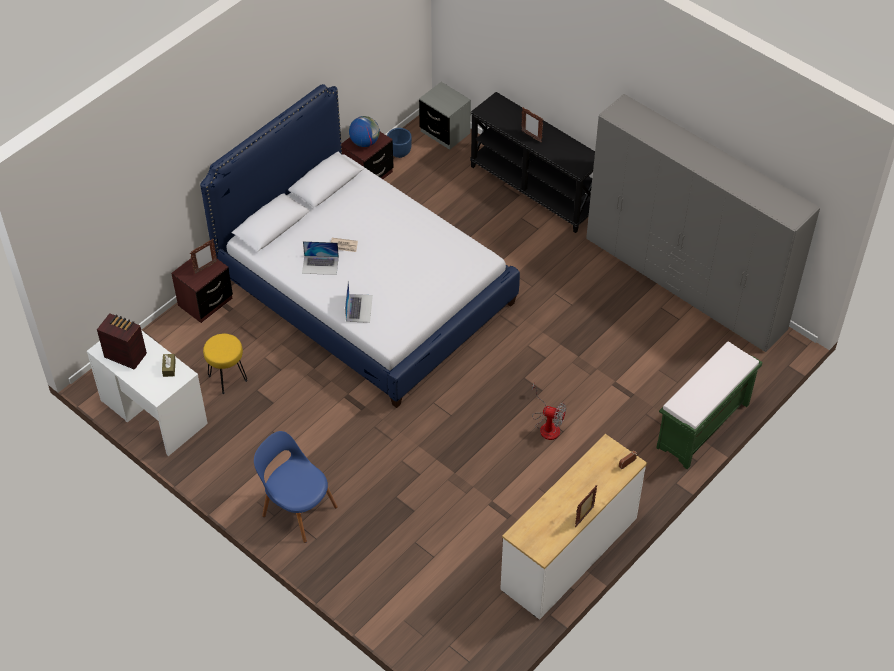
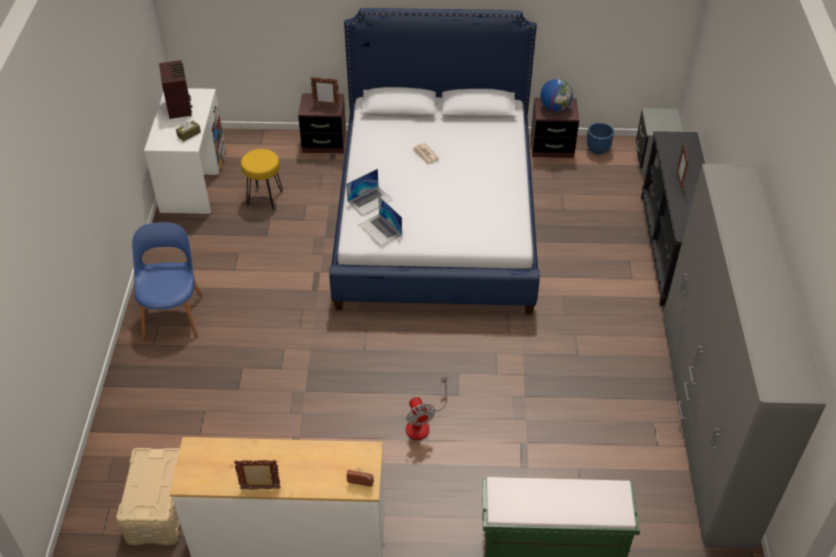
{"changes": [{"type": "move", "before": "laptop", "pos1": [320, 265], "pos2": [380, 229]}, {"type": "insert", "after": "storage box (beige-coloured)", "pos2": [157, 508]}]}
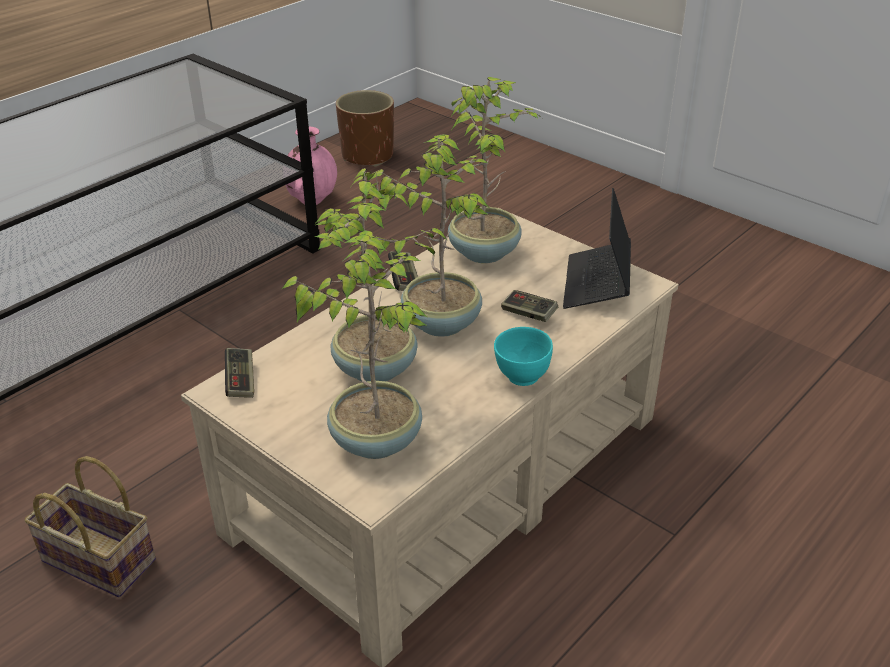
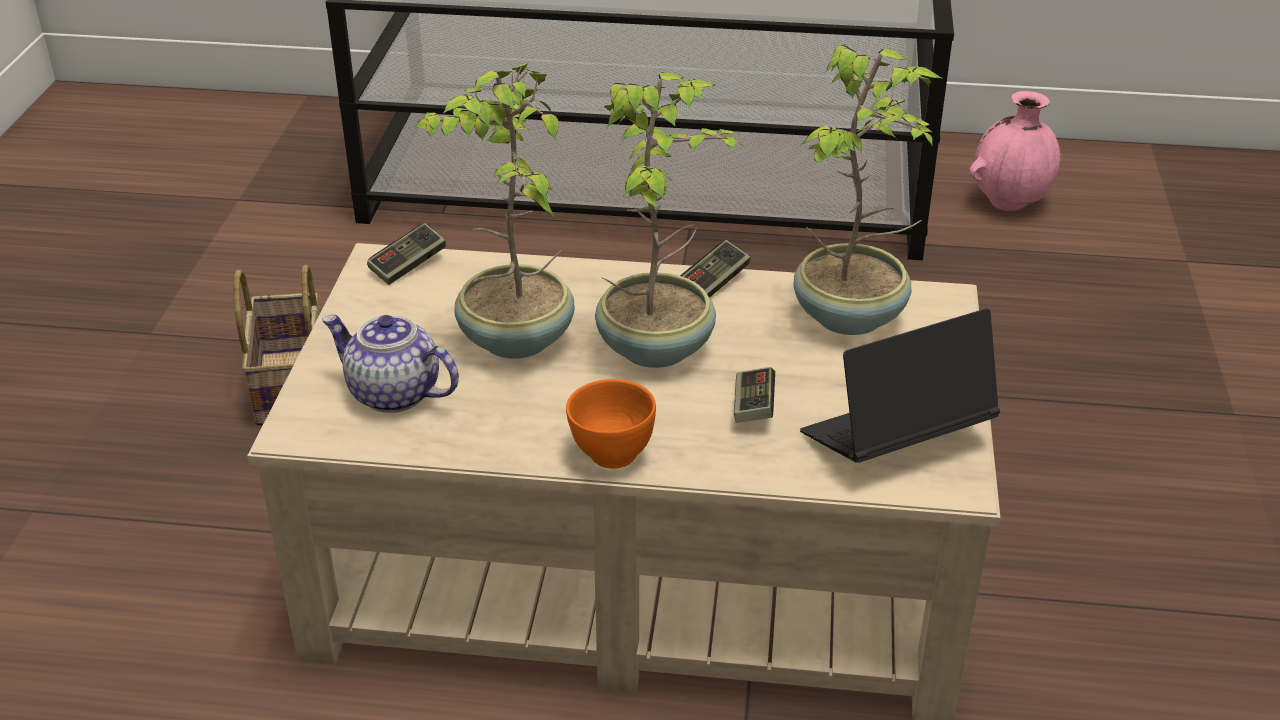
{"changes": [{"type": "replace", "before": "plant in a pot", "after": "teapot", "pos1": [375, 439], "pos2": [392, 393]}, {"type": "delete", "before": "plant pot (brown-coloured)", "pos1": [367, 156]}, {"type": "recolor", "before": "bowl (turquoise-coloured)", "after": "bowl (orange-coloured)", "pos1": [521, 377], "pos2": [611, 454]}]}
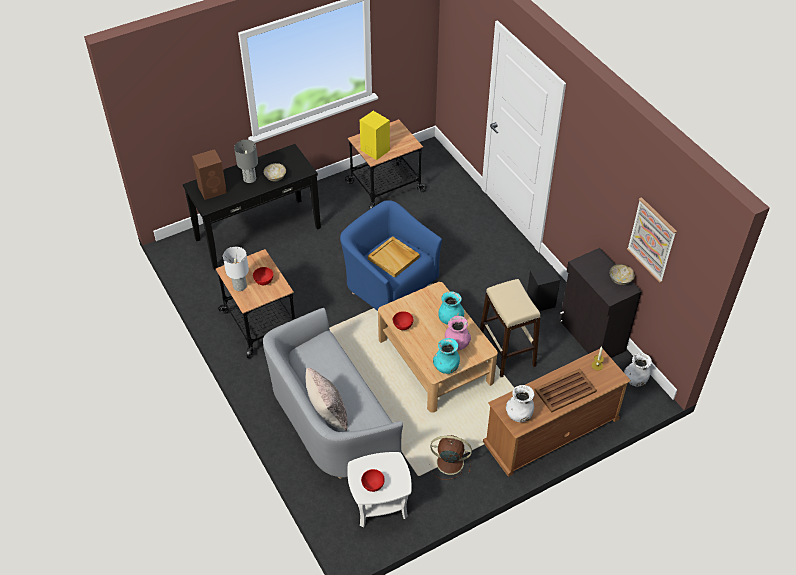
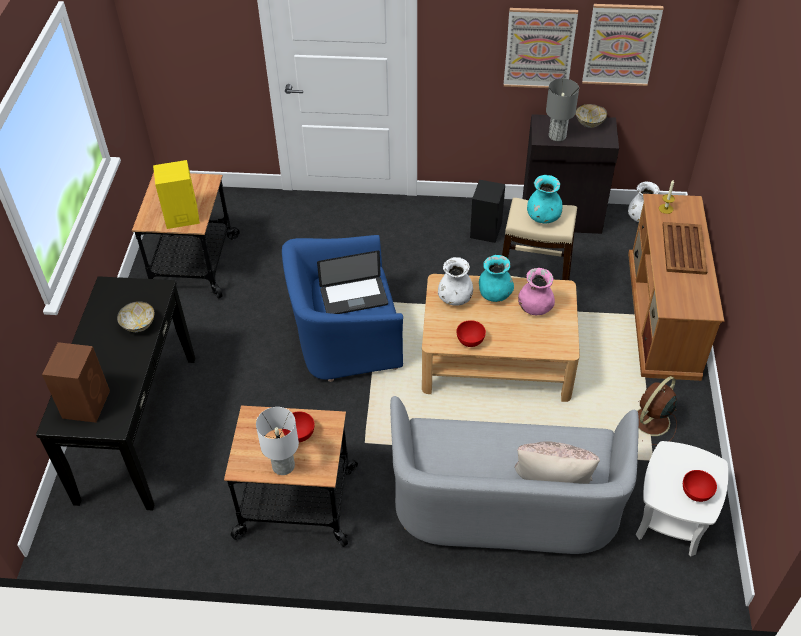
{"changes": [{"type": "move", "before": "table lamp (gray)", "pos1": [250, 178], "pos2": [557, 135]}, {"type": "replace", "before": "serving tray (beige-coloured)", "after": "laptop", "pos1": [394, 258], "pos2": [354, 297]}, {"type": "move", "before": "decorative vase (turquoise-coloured)", "pos1": [446, 367], "pos2": [543, 217]}, {"type": "move", "before": "decorative vase (white)", "pos1": [519, 414], "pos2": [455, 298]}, {"type": "insert", "after": "wall art", "pos2": [539, 48]}]}
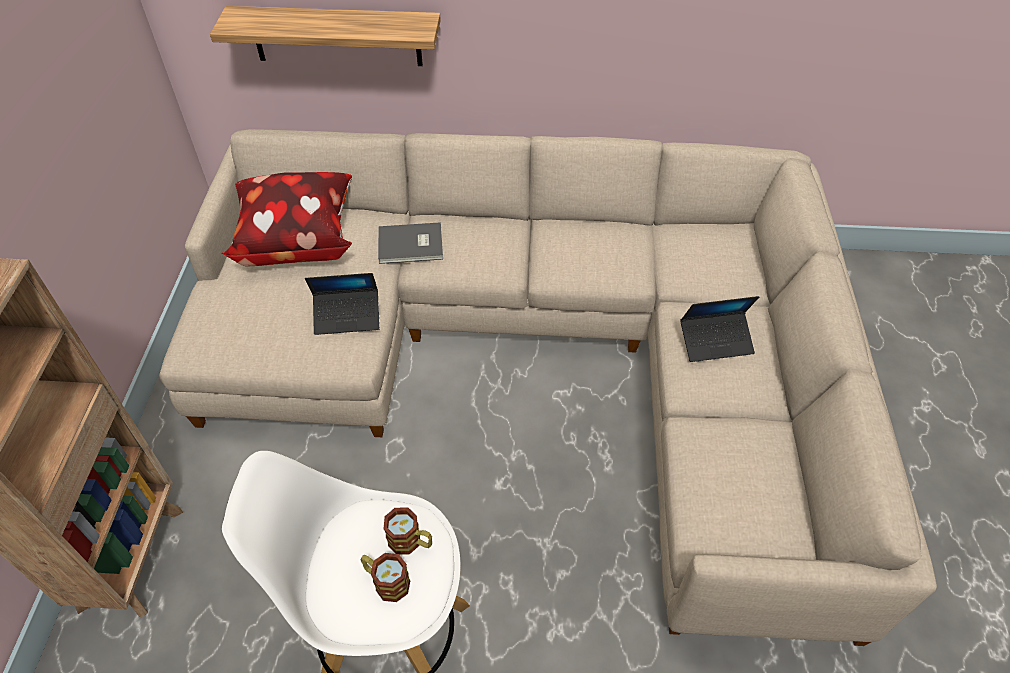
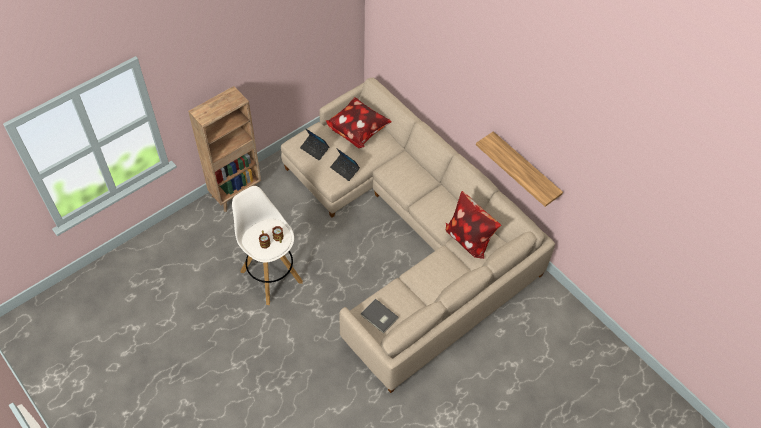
{"changes": [{"type": "move", "before": "wall shelf", "pos1": [336, 36], "pos2": [525, 169]}, {"type": "move", "before": "book (gray)", "pos1": [411, 246], "pos2": [379, 317]}, {"type": "move", "before": "laptop", "pos1": [715, 341], "pos2": [314, 149]}, {"type": "insert", "after": "pillow", "pos2": [468, 238]}]}
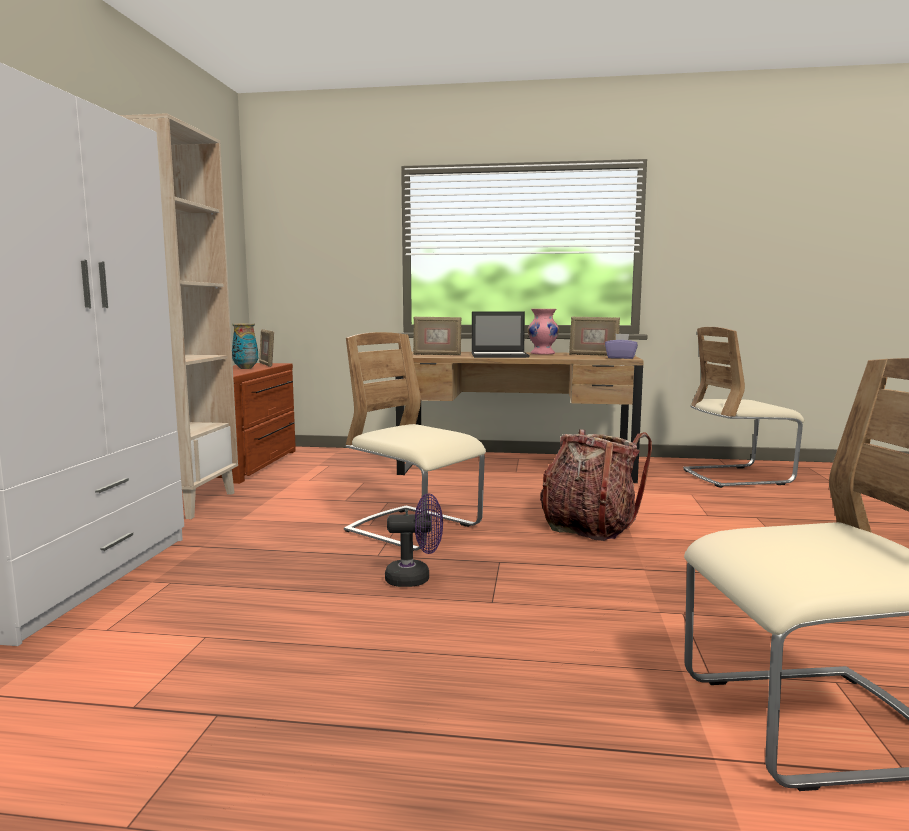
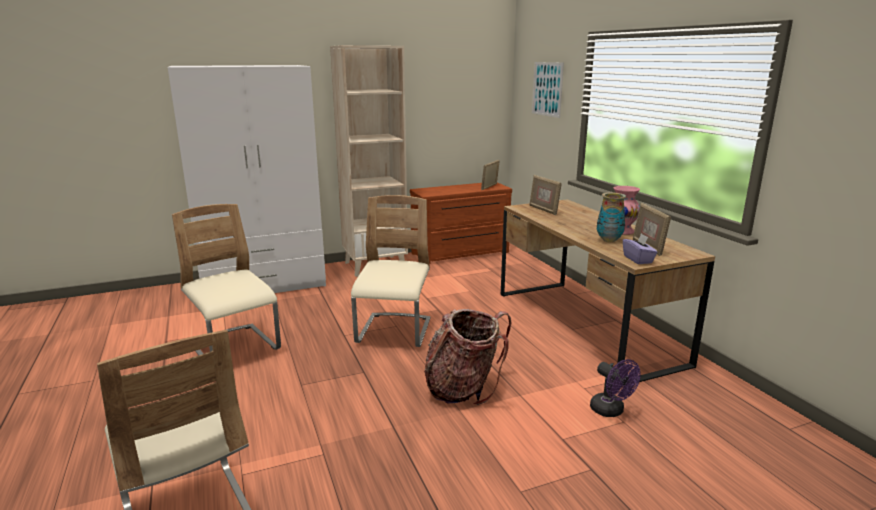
{"changes": [{"type": "move", "before": "decorative vase", "pos1": [245, 368], "pos2": [608, 240]}, {"type": "move", "before": "fan (purple)", "pos1": [415, 578], "pos2": [611, 411]}, {"type": "delete", "before": "laptop", "pos1": [500, 355]}, {"type": "move", "before": "plain chair (beige-coloured)", "pos1": [737, 476], "pos2": [235, 348]}, {"type": "insert", "after": "wall art", "pos2": [547, 89]}]}
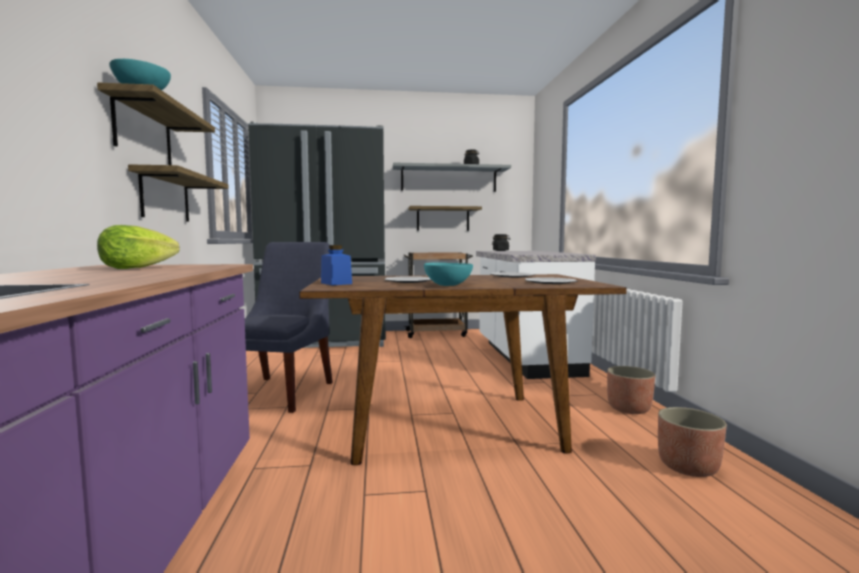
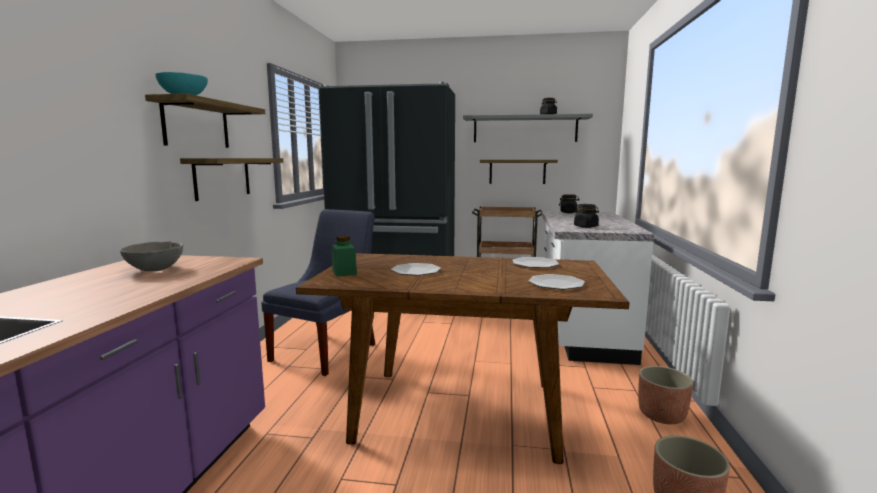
{"changes": [{"type": "replace", "before": "lettuce head", "after": "bowl (gray)", "pos1": [136, 268], "pos2": [155, 269]}, {"type": "recolor", "before": "preserve jar (blue-coloured)", "after": "preserve jar (green-coloured)", "pos1": [336, 283], "pos2": [344, 272]}, {"type": "delete", "before": "bowl (turquoise-coloured)", "pos1": [448, 285]}, {"type": "insert", "after": "preserve jar (blackish)", "pos2": [586, 226]}]}
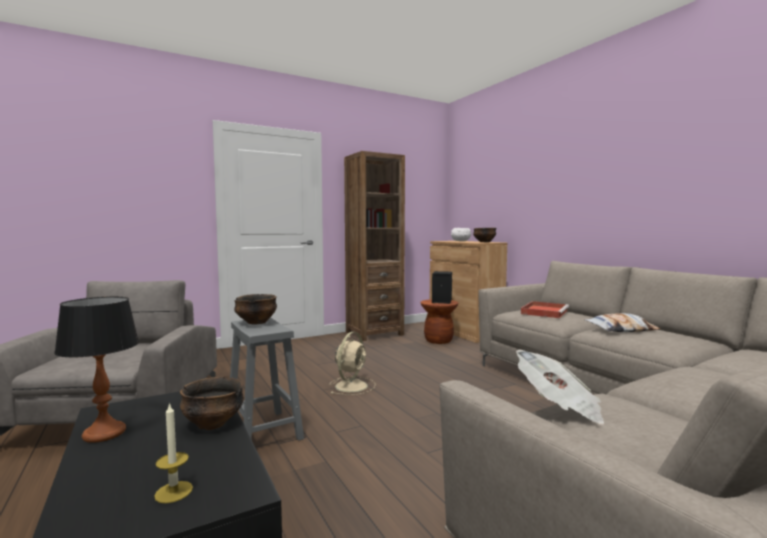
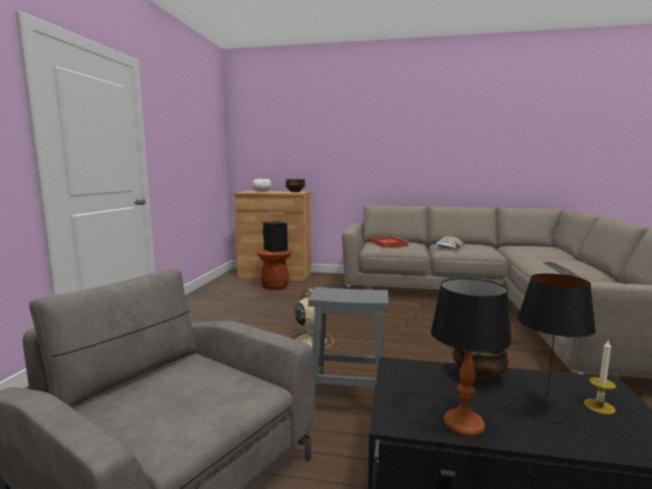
{"changes": [{"type": "delete", "before": "bowl", "pos1": [256, 322]}, {"type": "delete", "before": "shelving unit (brown-coloured)", "pos1": [374, 333]}, {"type": "insert", "after": "table lamp (blackish)", "pos2": [544, 411]}]}
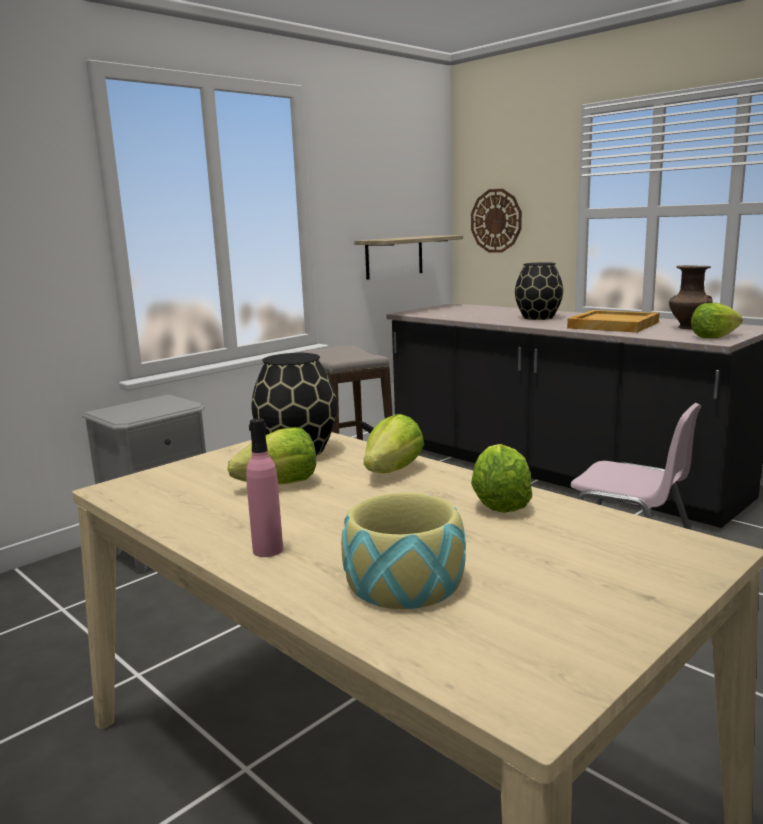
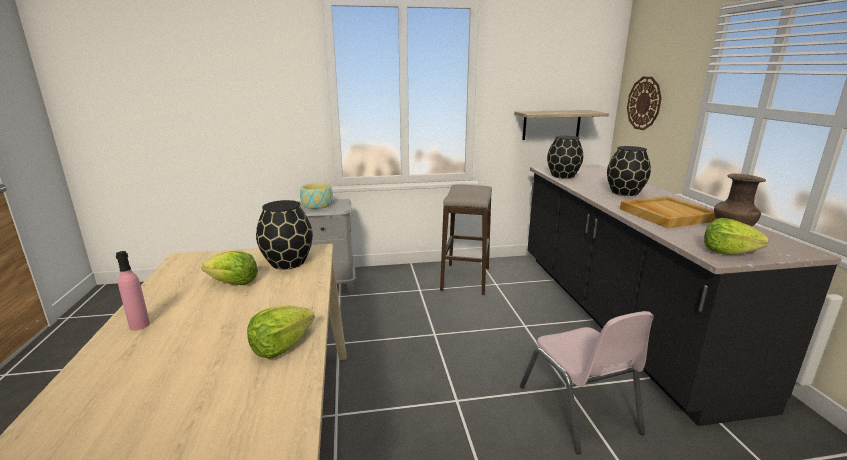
{"changes": [{"type": "move", "before": "bowl", "pos1": [405, 582], "pos2": [317, 205]}, {"type": "delete", "before": "lettuce head", "pos1": [392, 471]}, {"type": "insert", "after": "decorative vase (blackish)", "pos2": [563, 176]}]}
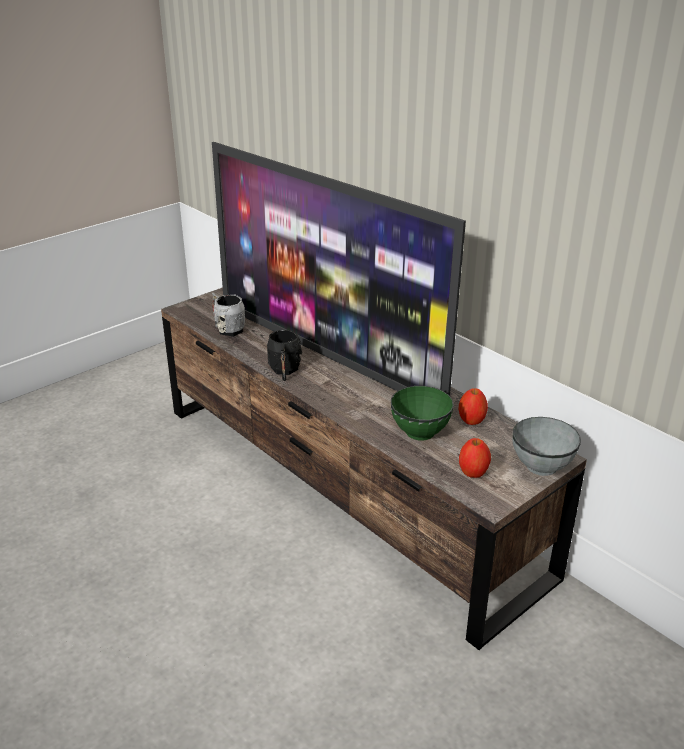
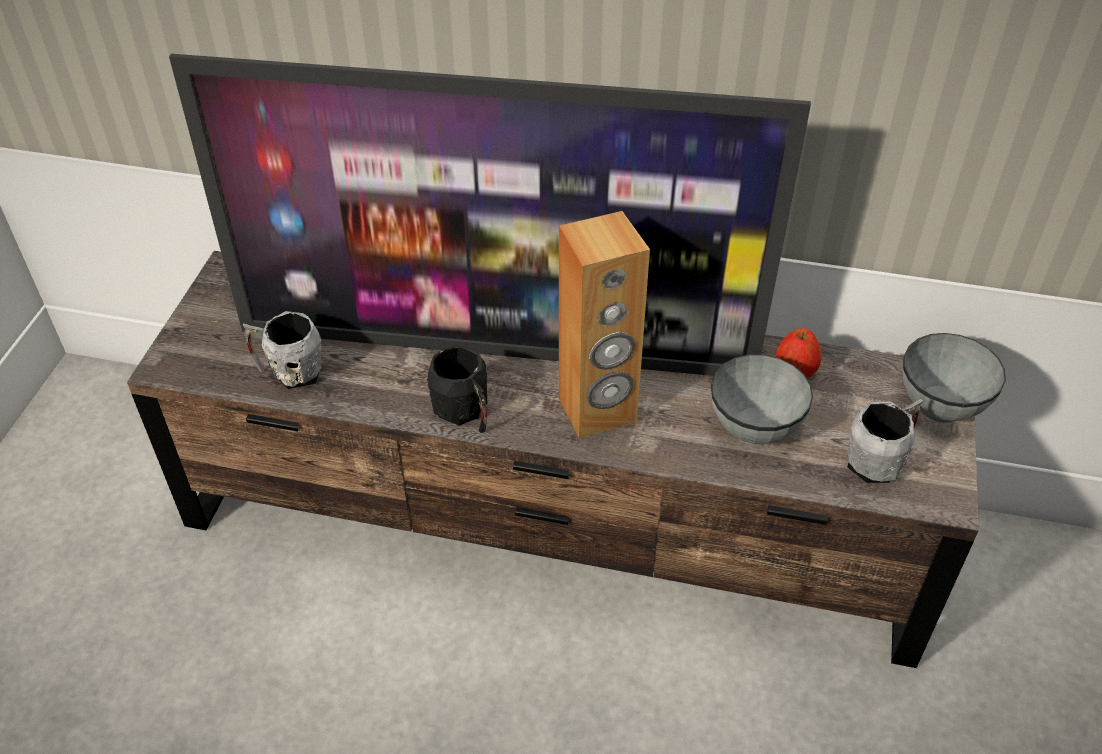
{"changes": [{"type": "recolor", "before": "bowl (green-coloured)", "after": "bowl (gray)", "pos1": [420, 431], "pos2": [754, 427]}, {"type": "replace", "before": "whole apple", "after": "coffee mug (gray)", "pos1": [473, 472], "pos2": [879, 461]}, {"type": "insert", "after": "audio speaker (brown-coloured)", "pos2": [597, 410]}]}
